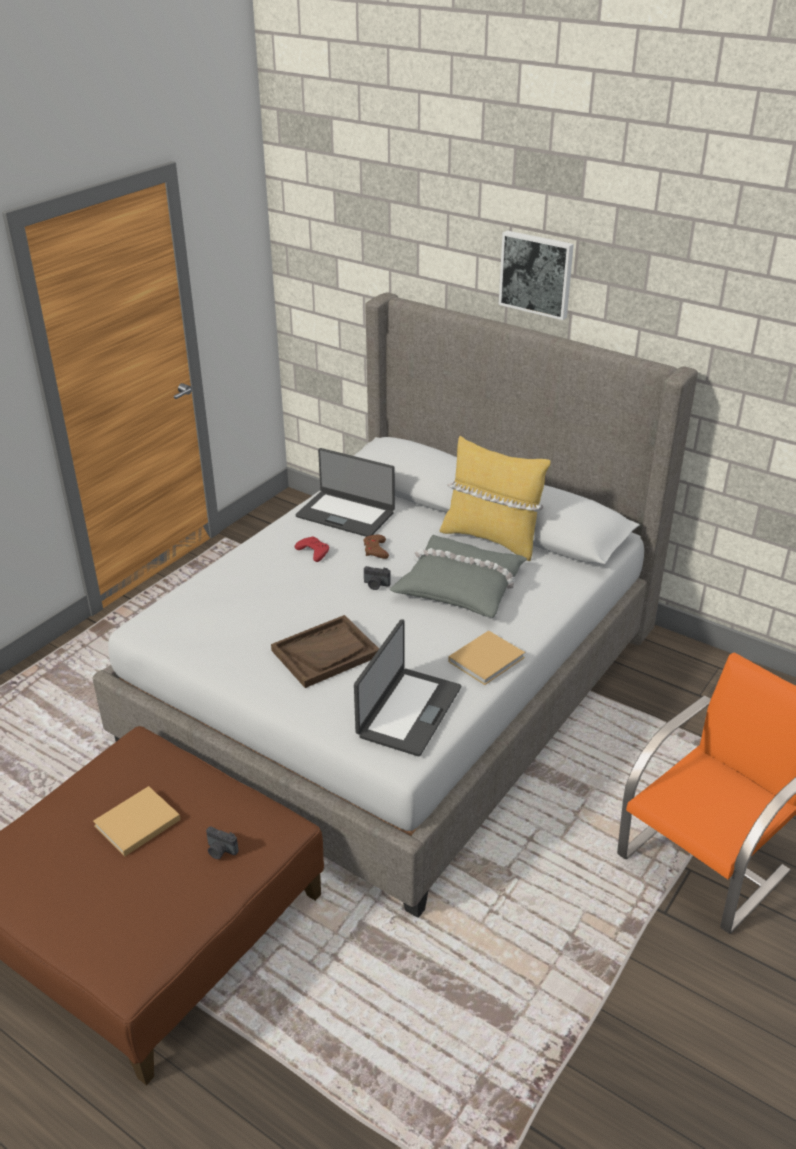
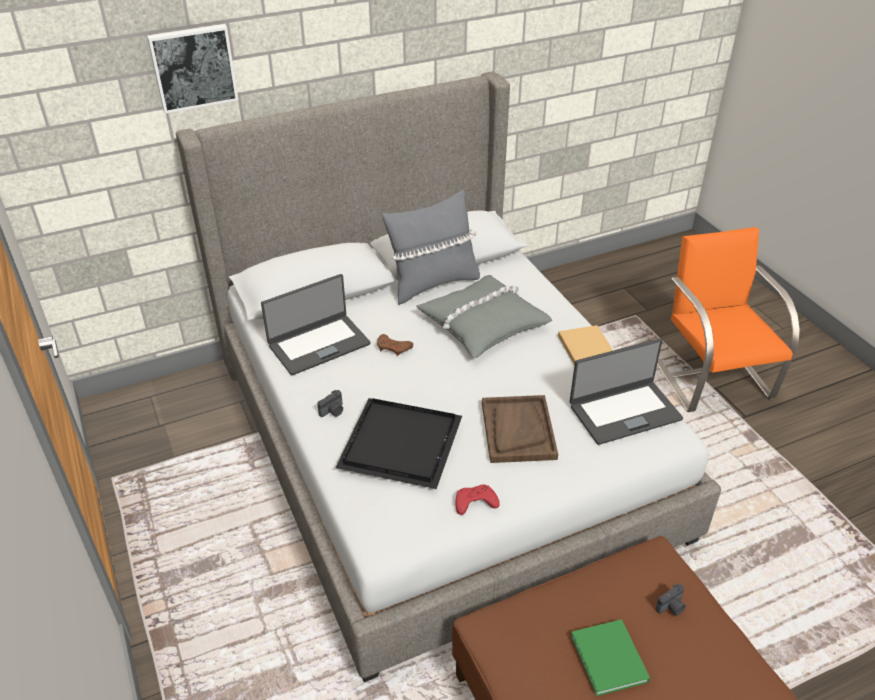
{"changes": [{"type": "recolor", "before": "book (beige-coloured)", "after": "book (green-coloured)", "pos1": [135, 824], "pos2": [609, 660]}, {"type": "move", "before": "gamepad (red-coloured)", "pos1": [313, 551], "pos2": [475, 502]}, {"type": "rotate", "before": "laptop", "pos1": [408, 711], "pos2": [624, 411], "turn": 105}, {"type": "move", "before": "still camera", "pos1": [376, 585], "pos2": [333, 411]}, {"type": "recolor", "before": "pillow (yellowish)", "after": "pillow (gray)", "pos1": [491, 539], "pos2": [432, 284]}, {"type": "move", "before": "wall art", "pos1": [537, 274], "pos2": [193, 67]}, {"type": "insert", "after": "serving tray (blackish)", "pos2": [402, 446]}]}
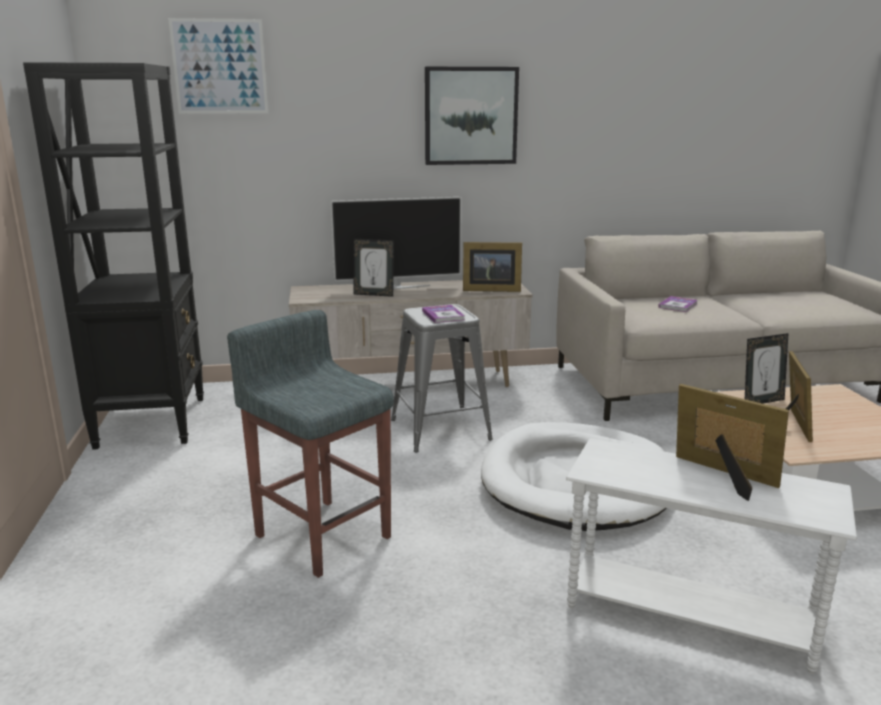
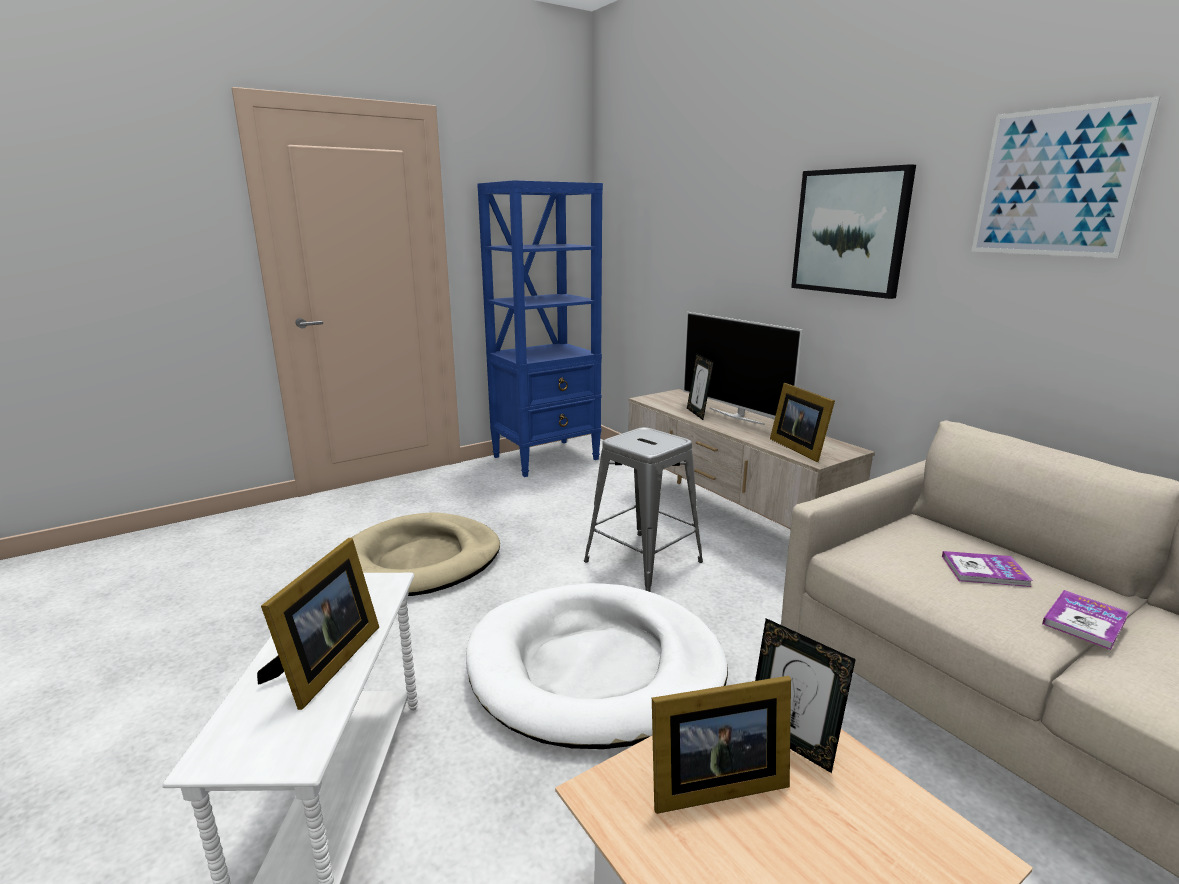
{"changes": [{"type": "recolor", "before": "shelving unit (blackish)", "after": "shelving unit (blue-coloured)", "pos1": [152, 421], "pos2": [547, 458]}, {"type": "move", "before": "wall art", "pos1": [219, 66], "pos2": [1055, 183]}, {"type": "replace", "before": "sitting stool (gray)", "after": "dog bed (beige-coloured)", "pos1": [322, 535], "pos2": [421, 560]}, {"type": "move", "before": "book", "pos1": [443, 315], "pos2": [1084, 621]}]}
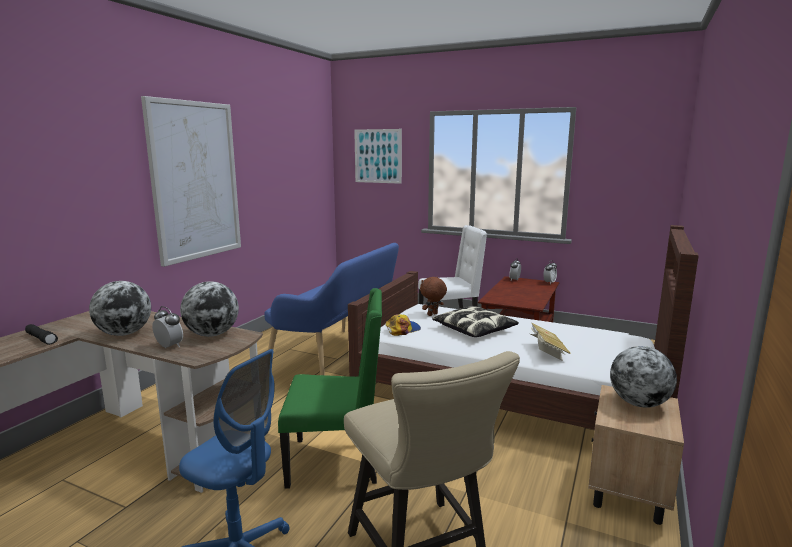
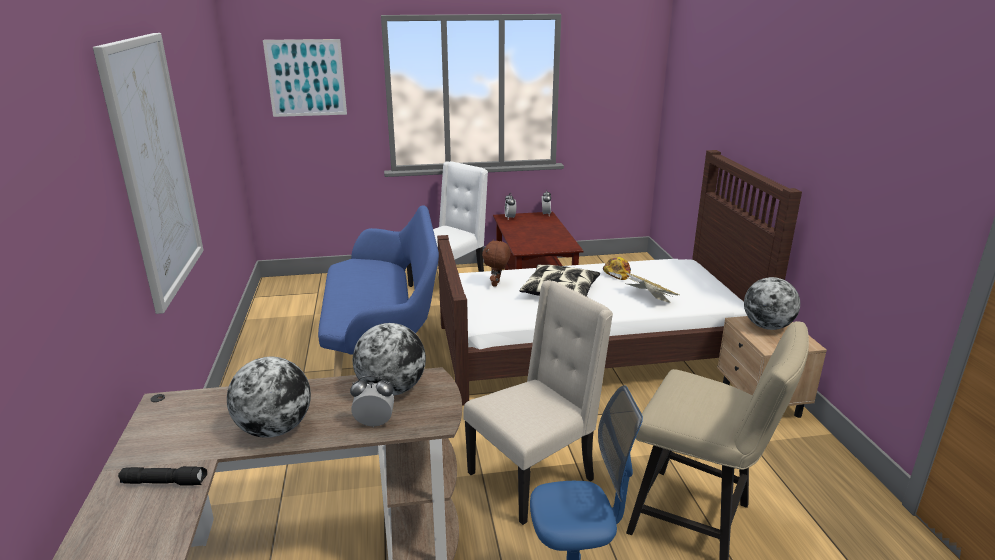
{"changes": [{"type": "recolor", "before": "plain chair (green-coloured)", "after": "plain chair (beige-coloured)", "pos1": [337, 462], "pos2": [533, 476]}, {"type": "move", "before": "baseball cap", "pos1": [402, 329], "pos2": [617, 272]}]}
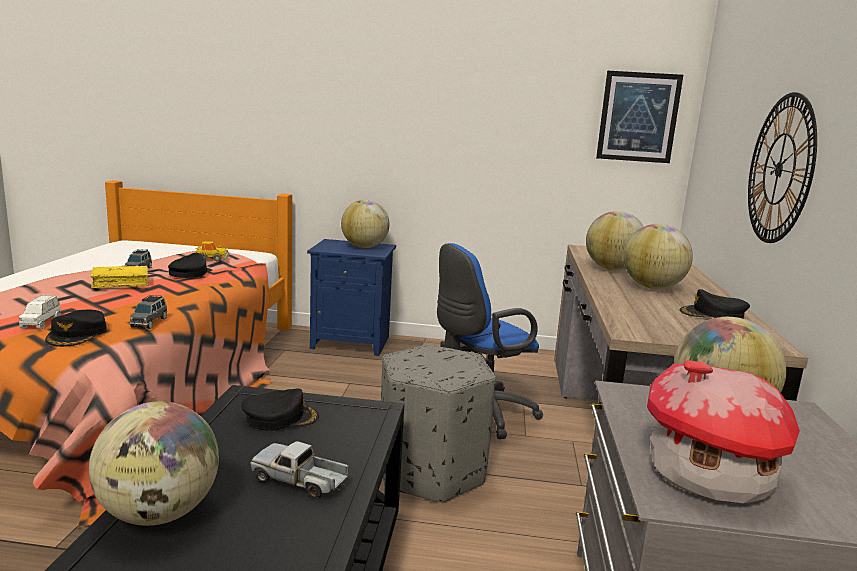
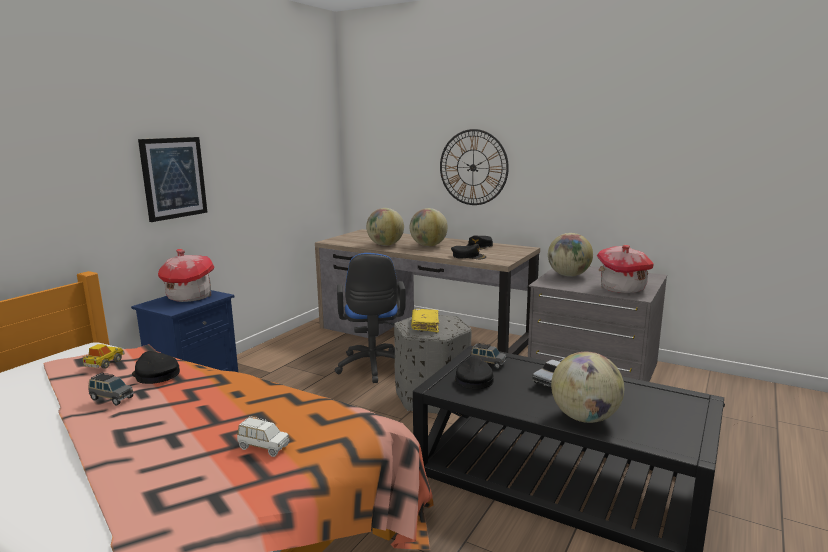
{"changes": [{"type": "move", "before": "baseball cap (blackish)", "pos1": [77, 334], "pos2": [468, 256]}, {"type": "move", "before": "book (yellowish)", "pos1": [120, 283], "pos2": [425, 325]}, {"type": "move", "before": "toy car (gray)", "pos1": [149, 322], "pos2": [487, 363]}, {"type": "replace", "before": "world globe", "after": "model house", "pos1": [364, 247], "pos2": [190, 296]}, {"type": "move", "before": "wall art", "pos1": [638, 117], "pos2": [173, 178]}]}
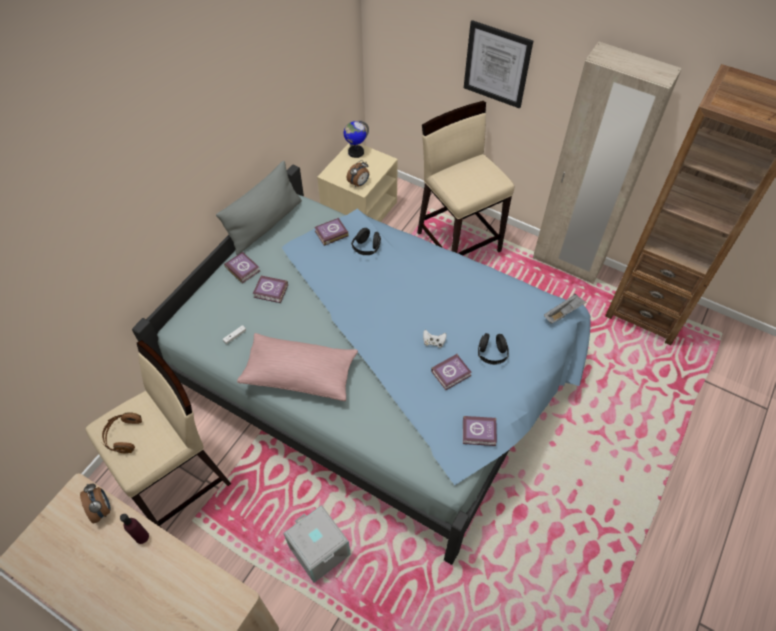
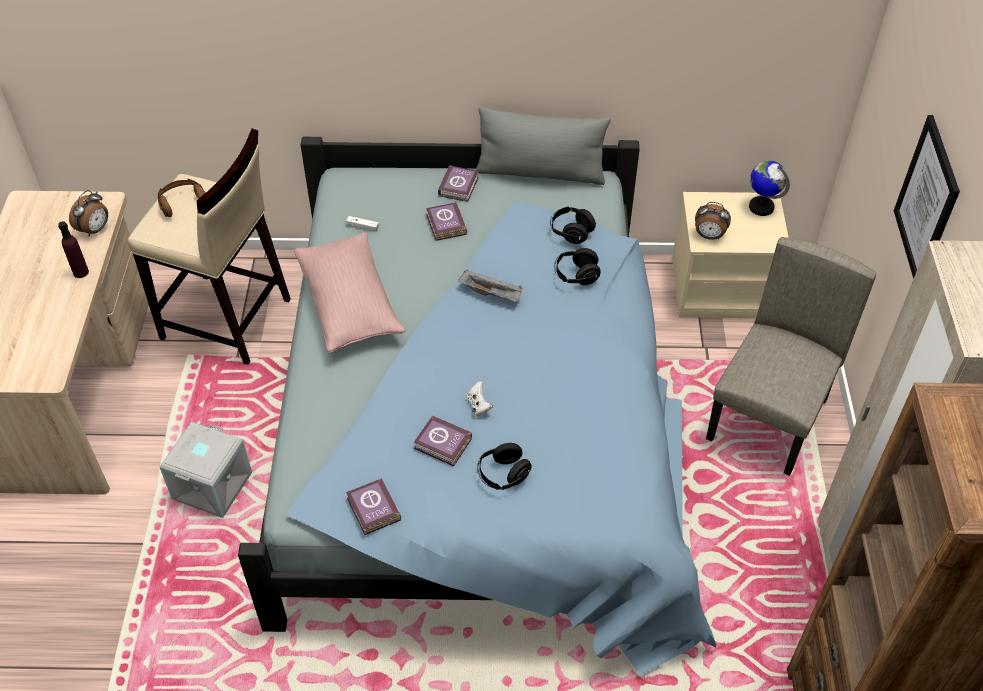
{"changes": [{"type": "replace", "before": "book", "after": "headset (blackish)", "pos1": [330, 233], "pos2": [571, 232]}, {"type": "replace", "before": "sitting stool (beige-coloured)", "after": "plain chair (beige-coloured)", "pos1": [458, 241], "pos2": [768, 420]}, {"type": "move", "before": "serving tray (gray)", "pos1": [563, 313], "pos2": [491, 293]}]}
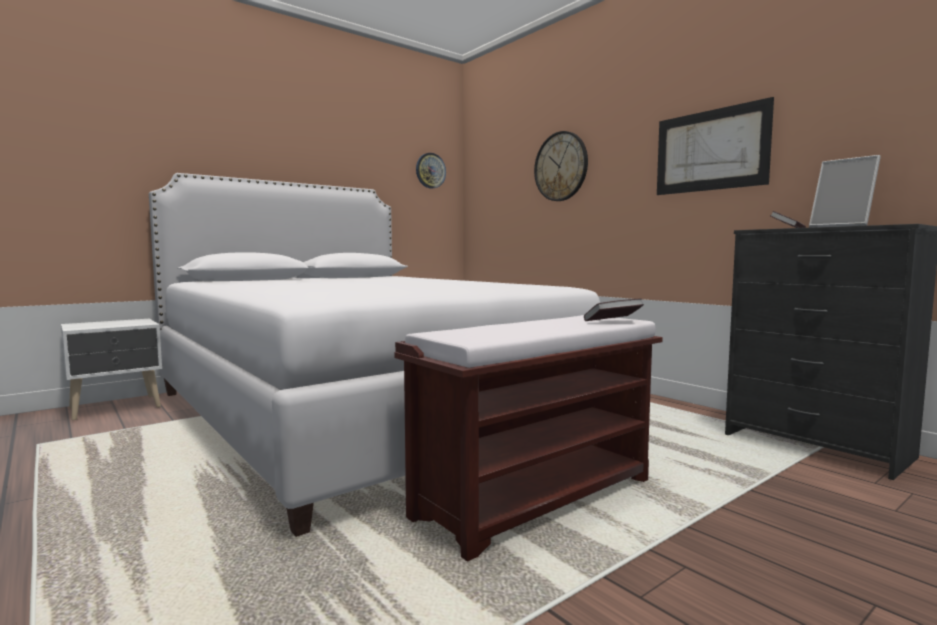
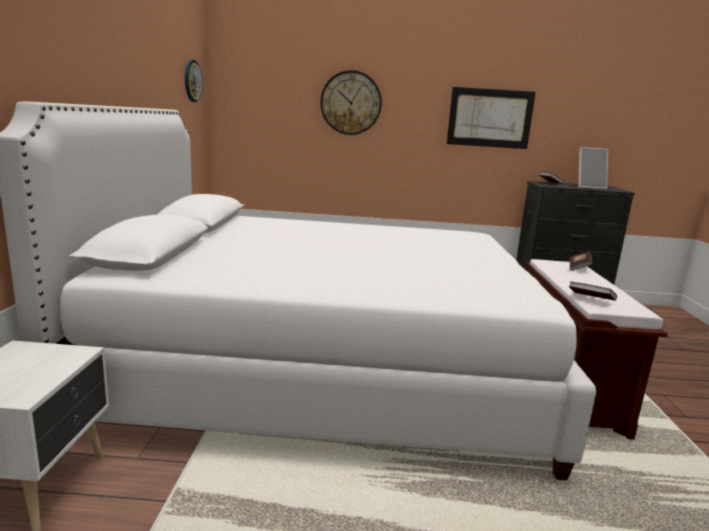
{"changes": [{"type": "insert", "after": "book", "pos2": [591, 299]}]}
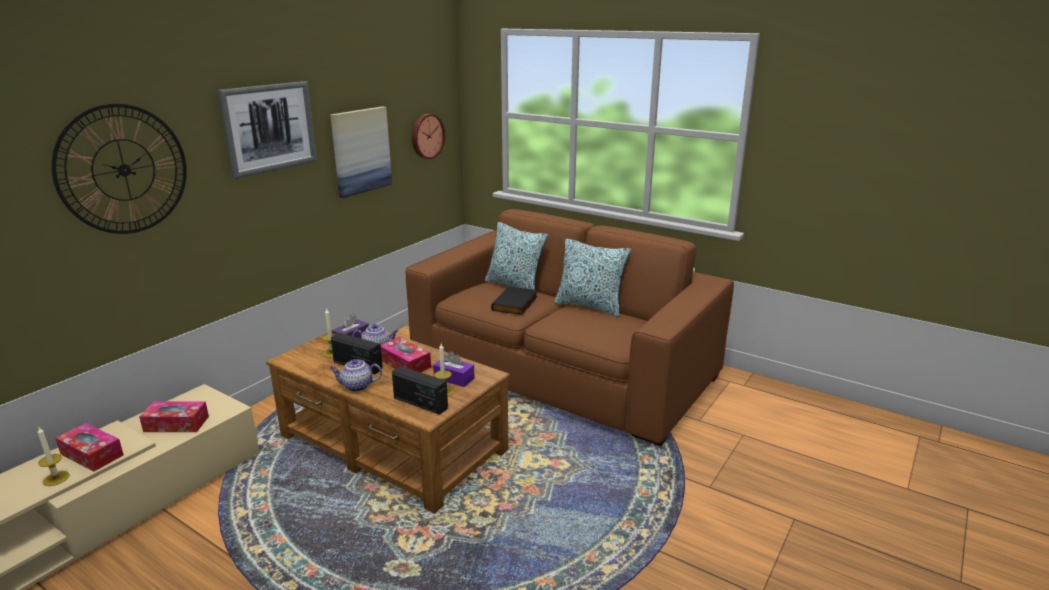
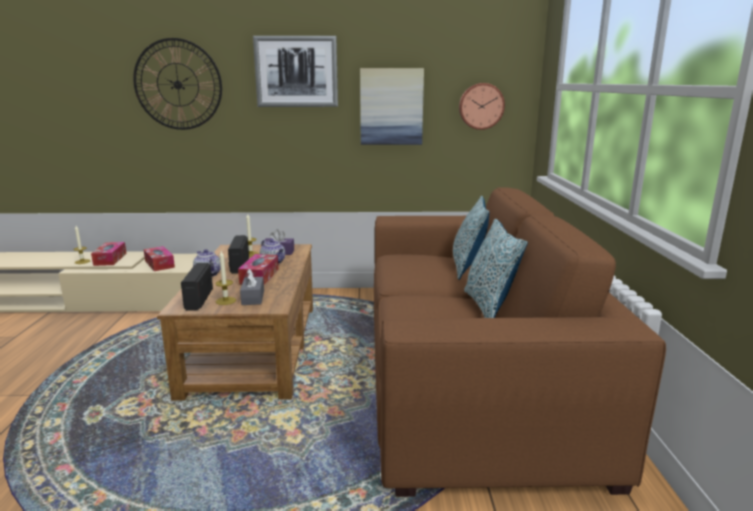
{"changes": [{"type": "recolor", "before": "box of tissues (purple)", "after": "box of tissues (gray)", "pos1": [454, 378], "pos2": [253, 297]}, {"type": "delete", "before": "book (blackish)", "pos1": [516, 304]}]}
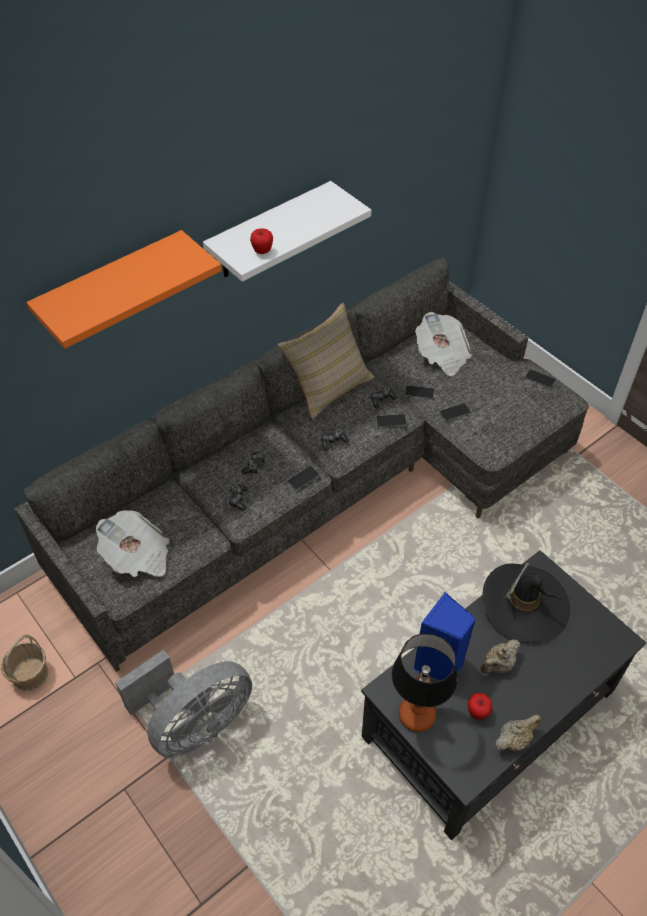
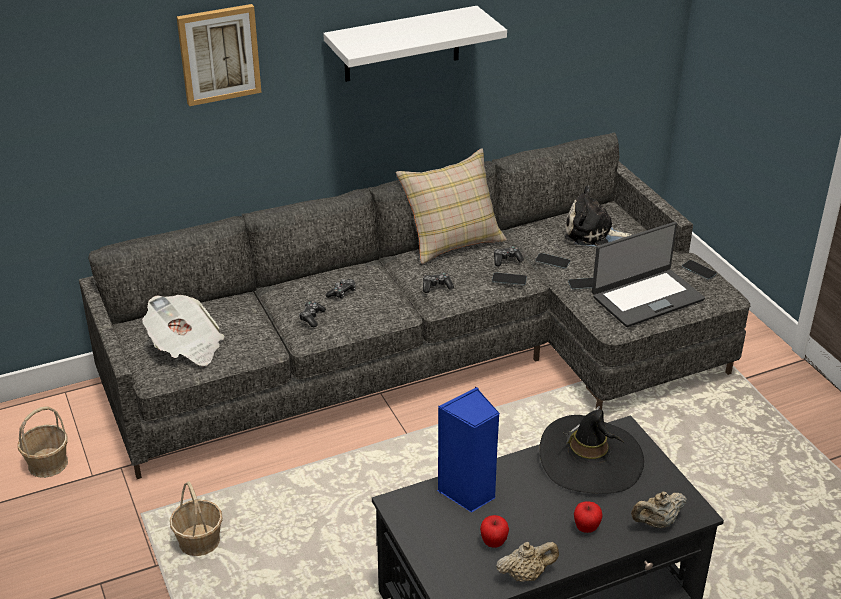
{"changes": [{"type": "replace", "before": "wall shelf (orange-coloured)", "after": "wall art", "pos1": [112, 287], "pos2": [219, 54]}, {"type": "replace", "before": "fan (gray)", "after": "basket", "pos1": [195, 724], "pos2": [199, 541]}, {"type": "move", "before": "whole apple", "pos1": [262, 251], "pos2": [586, 528]}, {"type": "delete", "before": "phone", "pos1": [303, 478]}, {"type": "delete", "before": "table lamp", "pos1": [417, 715]}, {"type": "replace", "before": "printed paper", "after": "cuddly toy", "pos1": [442, 355], "pos2": [592, 233]}, {"type": "move", "before": "teapot (beige-coloured)", "pos1": [498, 665], "pos2": [657, 523]}, {"type": "insert", "after": "laptop", "pos2": [646, 297]}]}
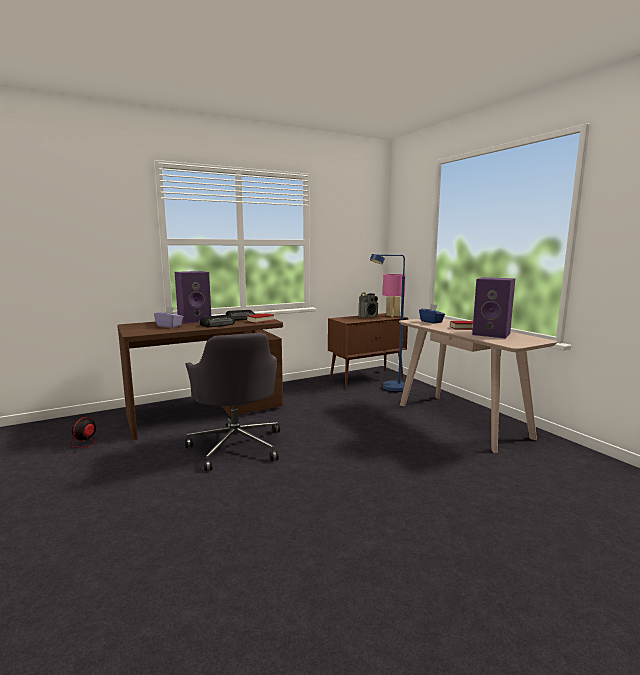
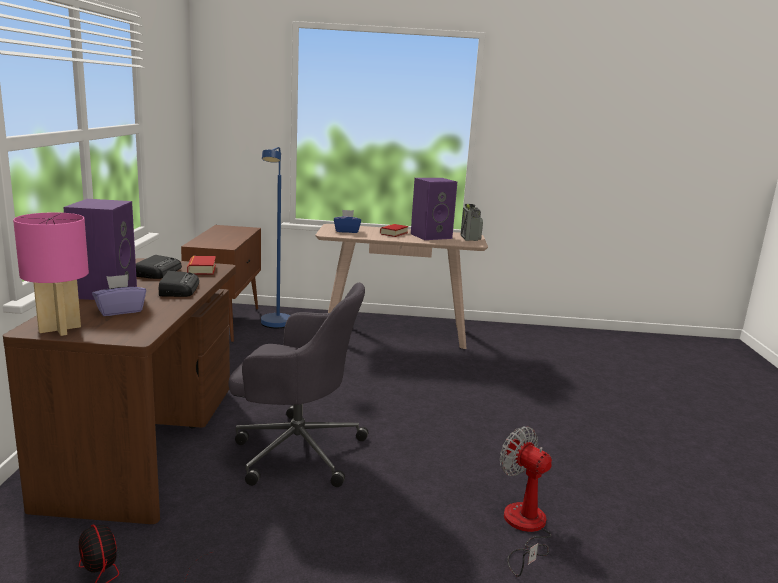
{"changes": [{"type": "move", "before": "radio set", "pos1": [368, 316], "pos2": [470, 238]}, {"type": "move", "before": "table lamp (pink)", "pos1": [393, 315], "pos2": [59, 329]}, {"type": "insert", "after": "fan", "pos2": [524, 528]}]}
